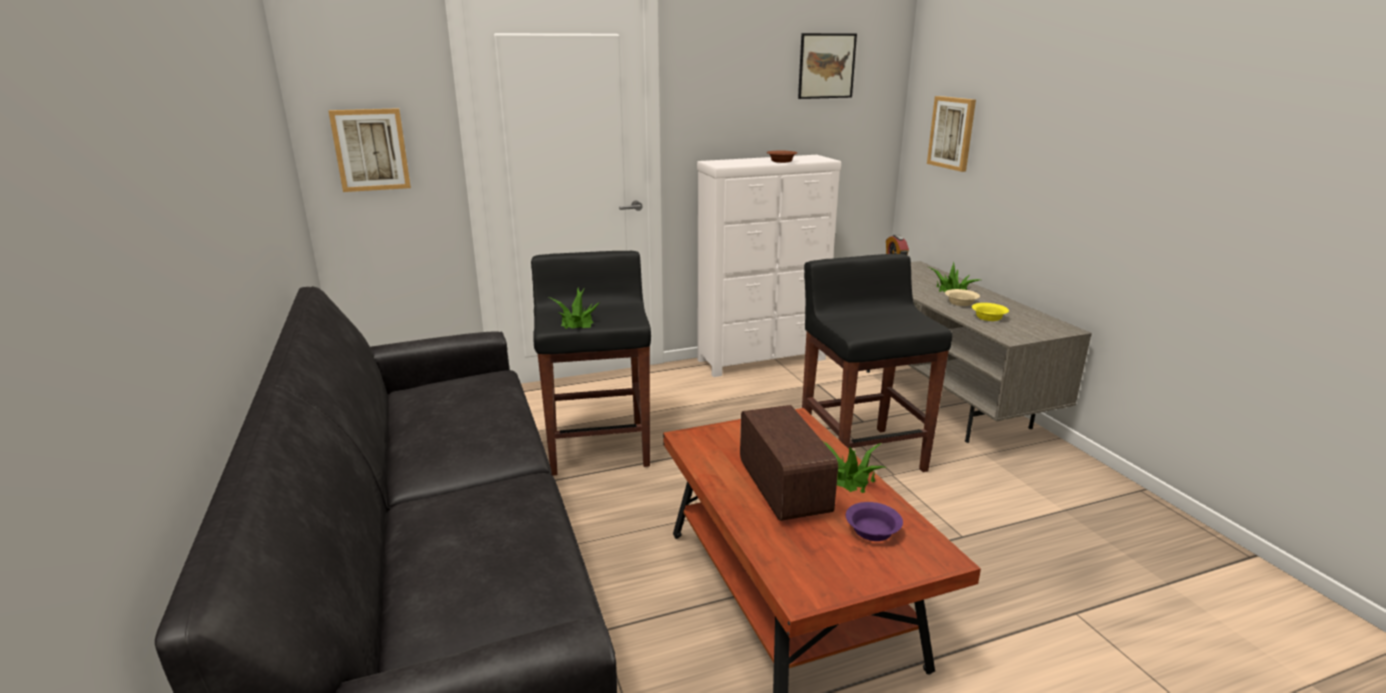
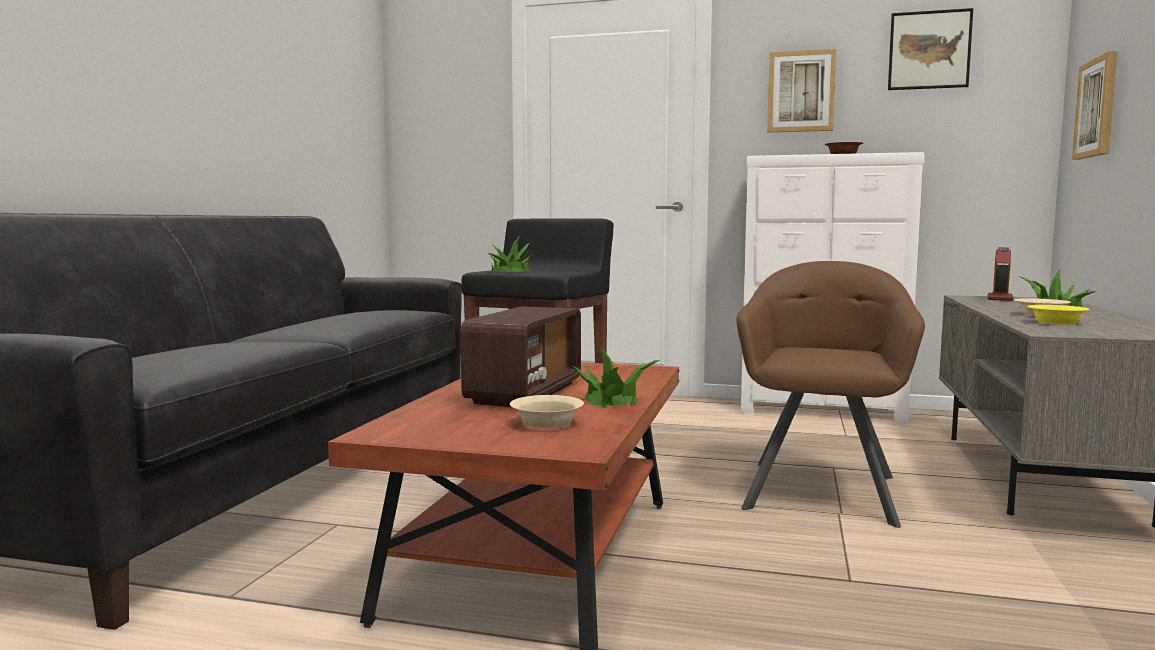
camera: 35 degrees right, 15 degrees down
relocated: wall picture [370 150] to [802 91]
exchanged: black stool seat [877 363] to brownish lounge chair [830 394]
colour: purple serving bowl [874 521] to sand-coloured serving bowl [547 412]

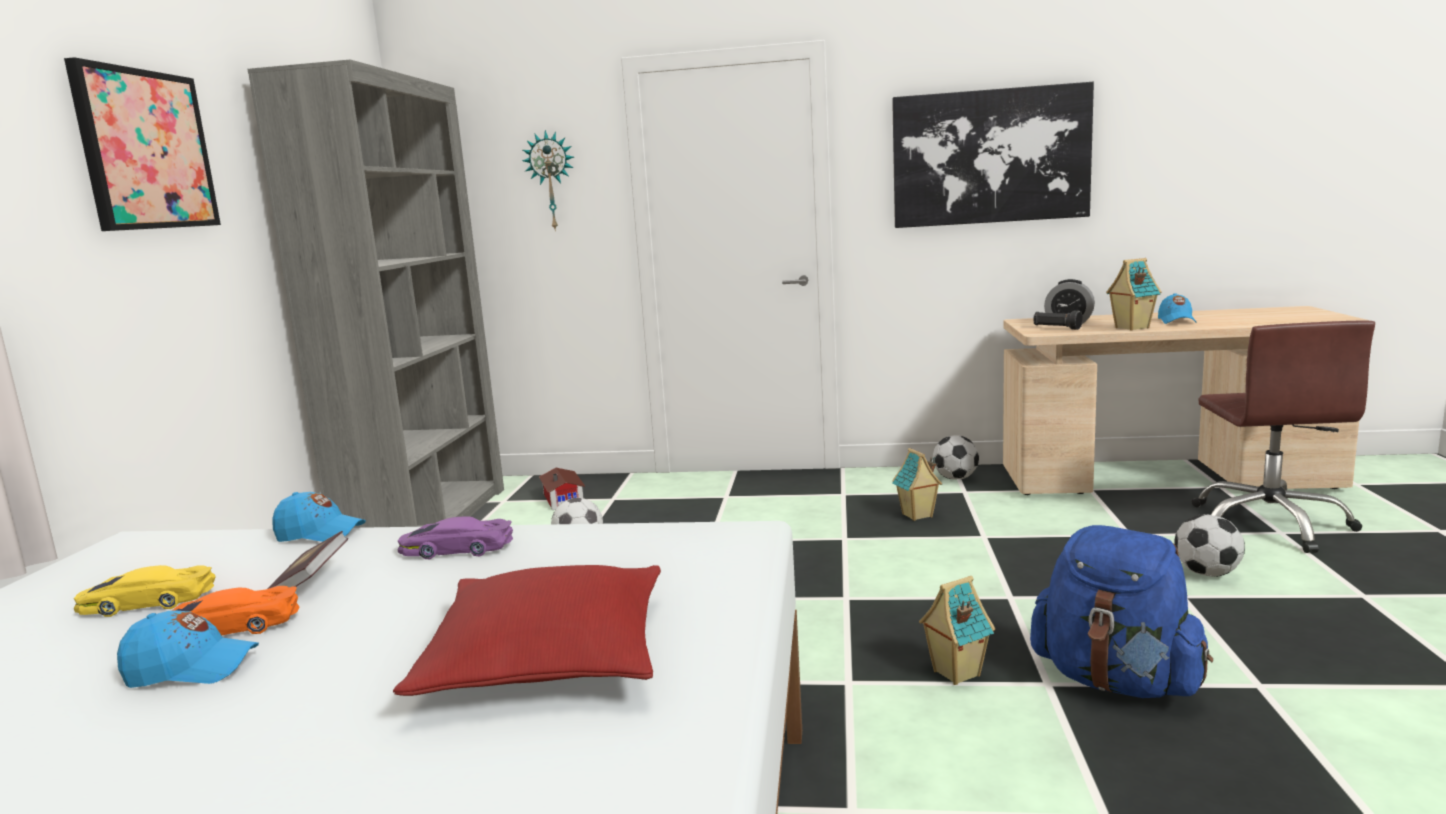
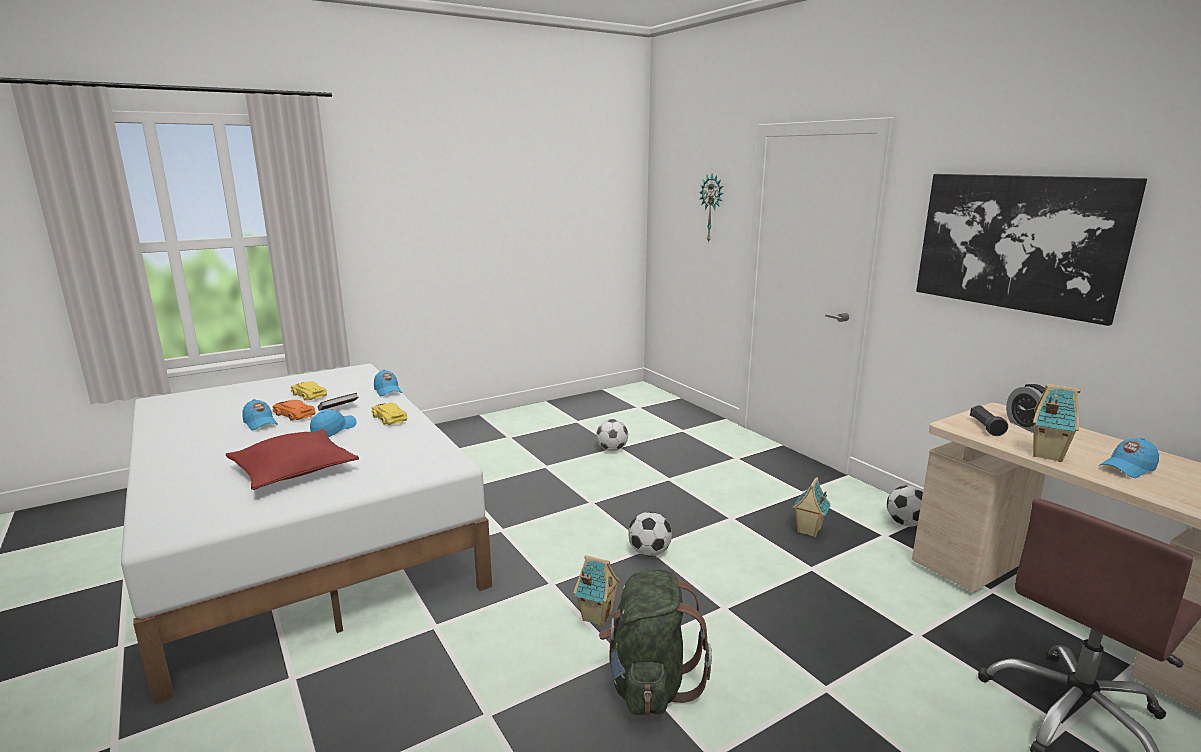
camera: 50 degrees right, 5 degrees up
missing: wall picture [142 144]; greyish bookcase [375 293]; miniature house [562 489]
appeared: blue-coloured cap [333 423]
relocated: football ball [1209 545] to [650 534]
colour: purple miniature car [455 537] to yellowish miniature car [389 413]; blue-coloured knapsack [1121 611] to greenish knapsack [655 642]

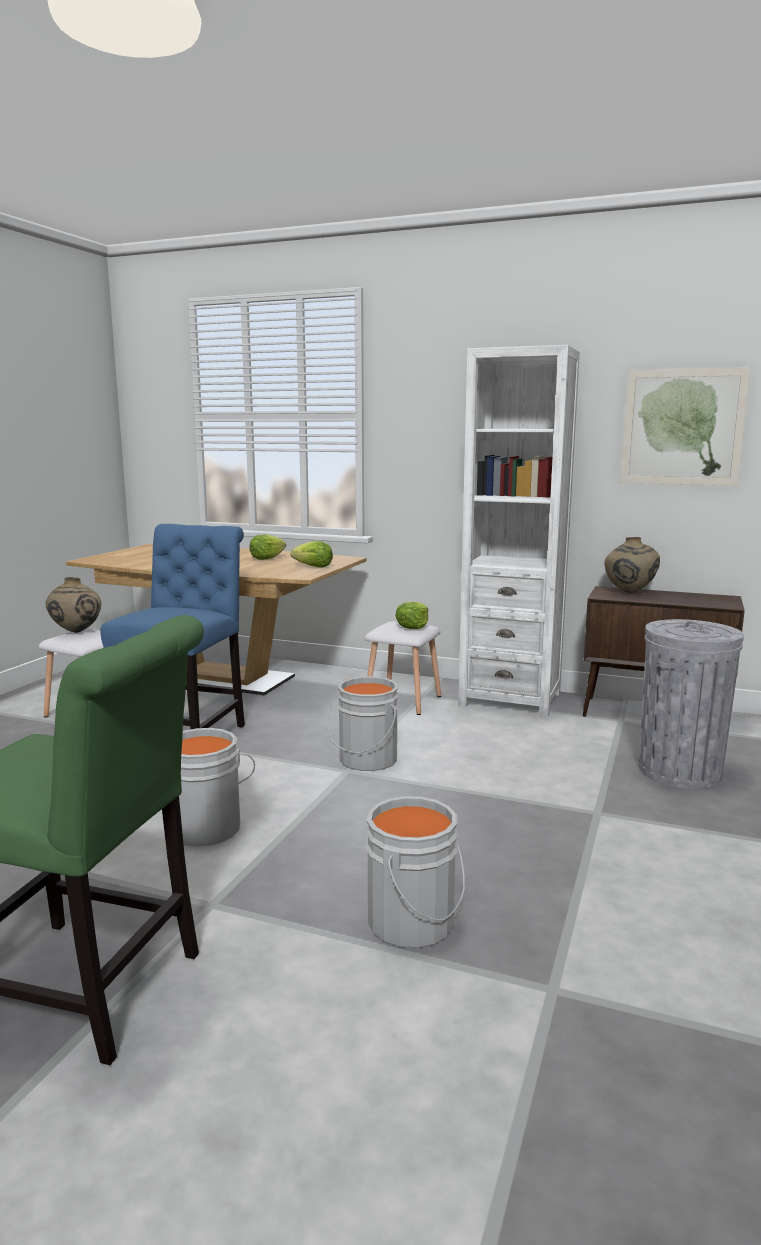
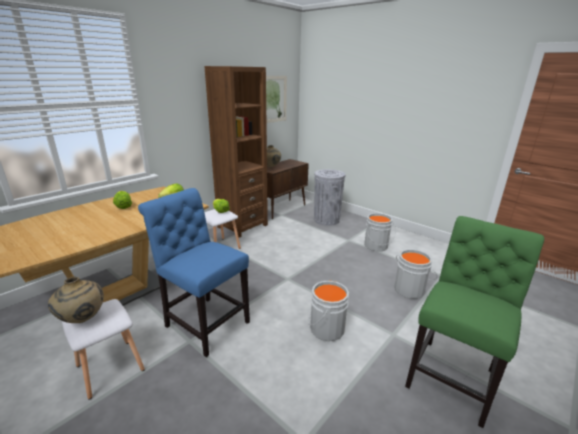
camera: 70 degrees left, 10 degrees up
relocated: greyish bucket [363 723] to [380 232]
colour: white bookcase [519 531] to brownish bookcase [236 152]

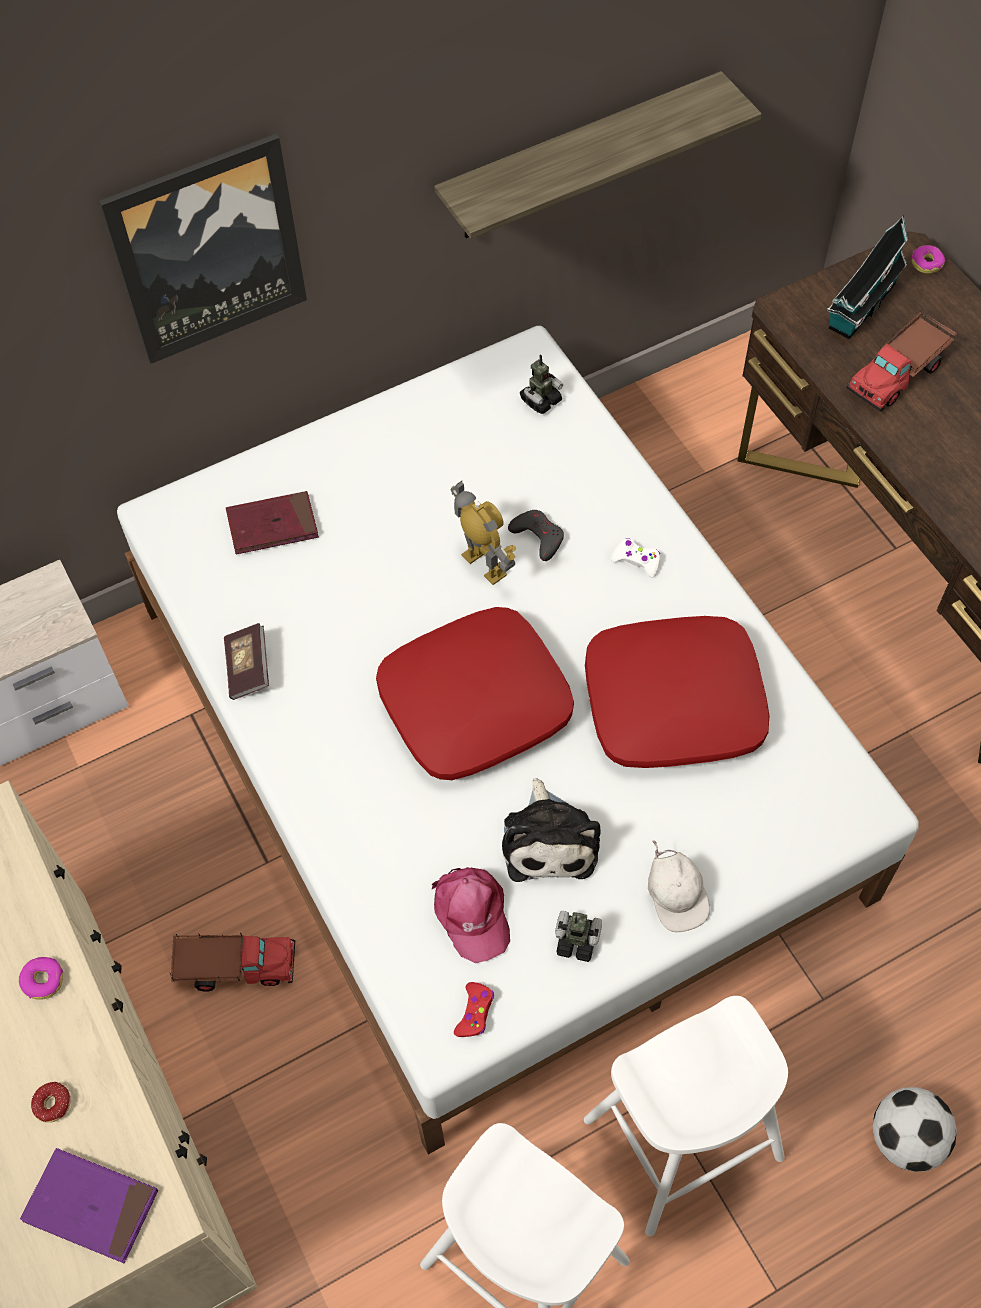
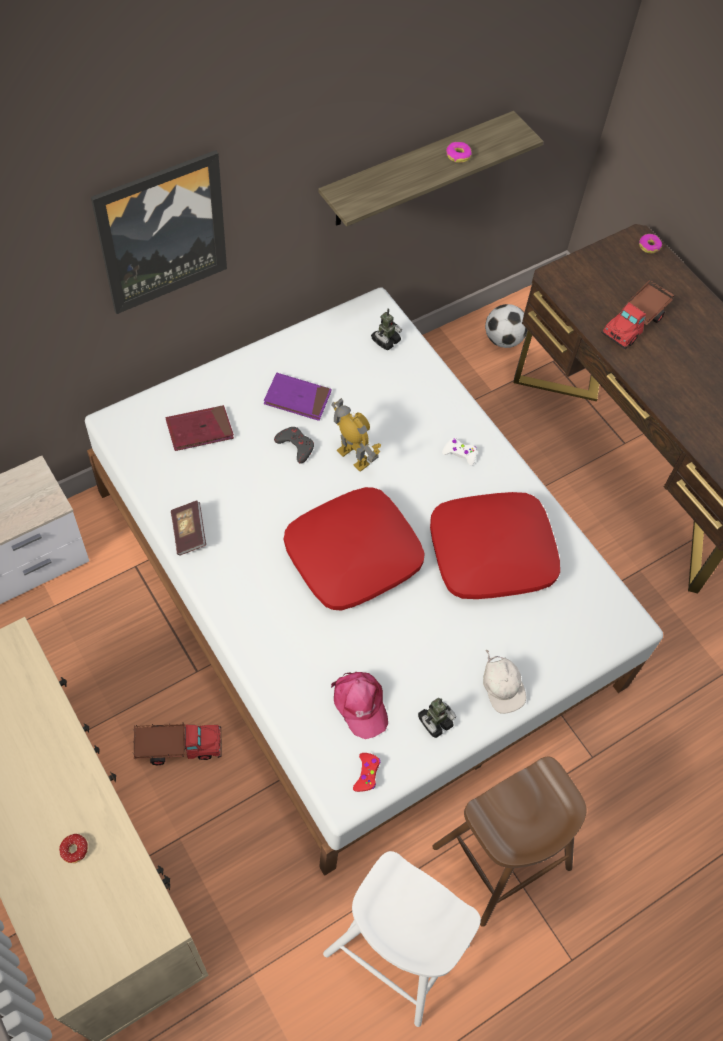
camera: 10 degrees left, 0 degrees up
missing: plush toy [551 830]; miniature house [867 277]
relocated: ring doughnut [41 978] to [459 152]; purple bound book [89 1205] to [297 397]; greyish gamepad [536 535] to [294 445]; football ball [915 1129] to [506 326]
colour: white stool seat [686 1116] to brownish stool seat [509 842]
spun: robot figure [578 936] = [437 718] 135 degrees clockwise

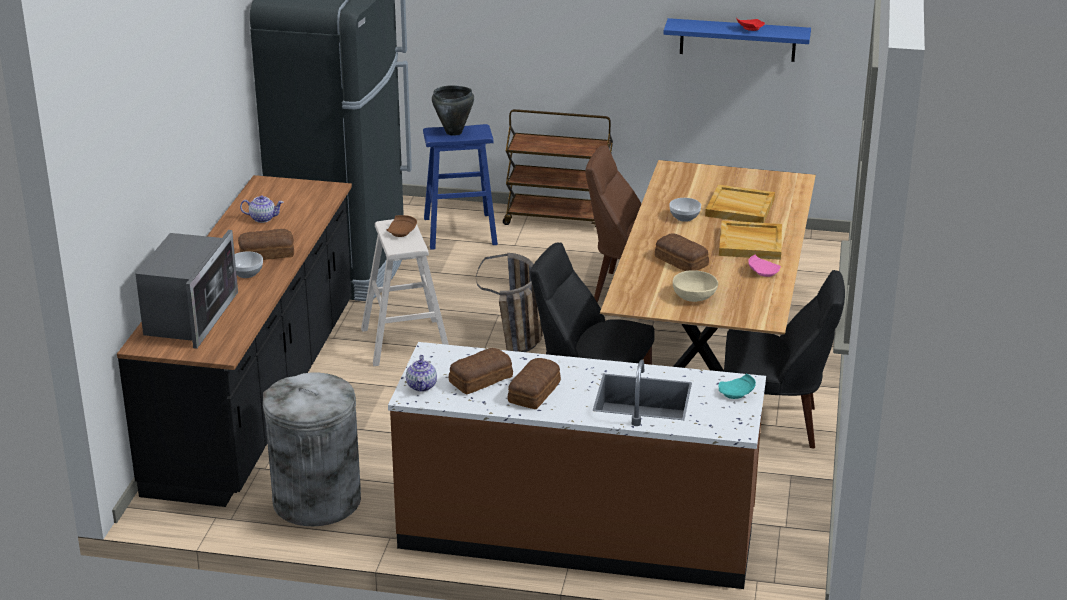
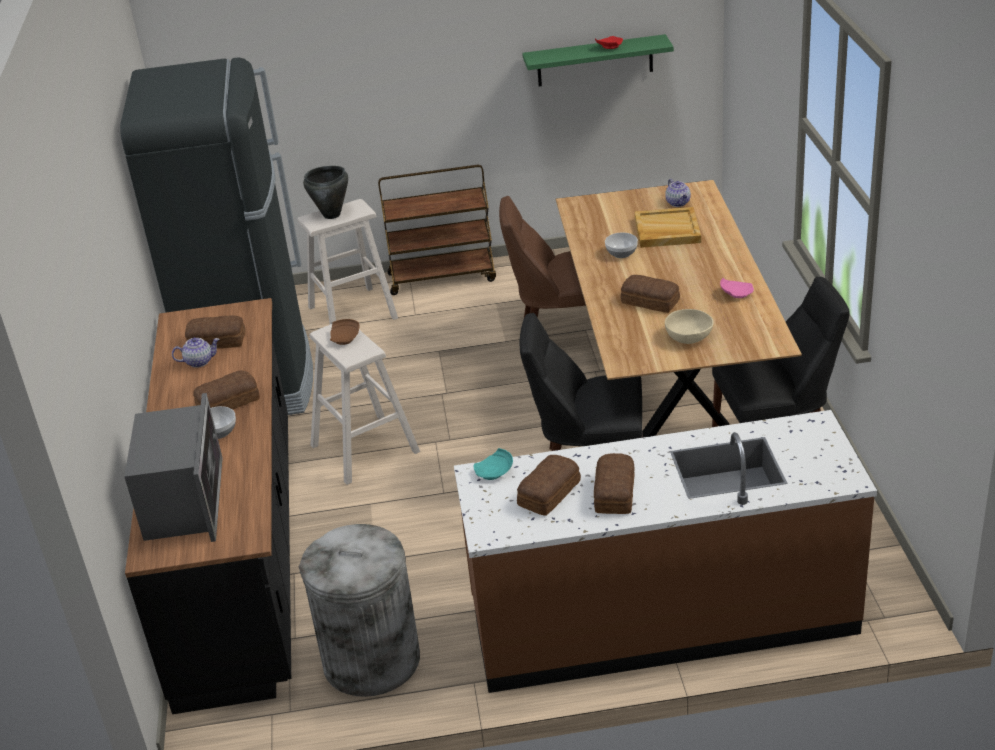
camera: 15 degrees left, 5 degrees up
missing: basket [509 302]; sand-coloured carrying tray [750 240]
appeared: baked bread [215 332]
relocated: teapot [421 373] to [678 193]; turquoise-coloured plate [737 386] to [493 464]
colour: blue-coloured stool seat [460 187] to sand-coloured stool seat [348 261]; blue-coloured bracket shelf [737 40] to greenish bracket shelf [598 60]

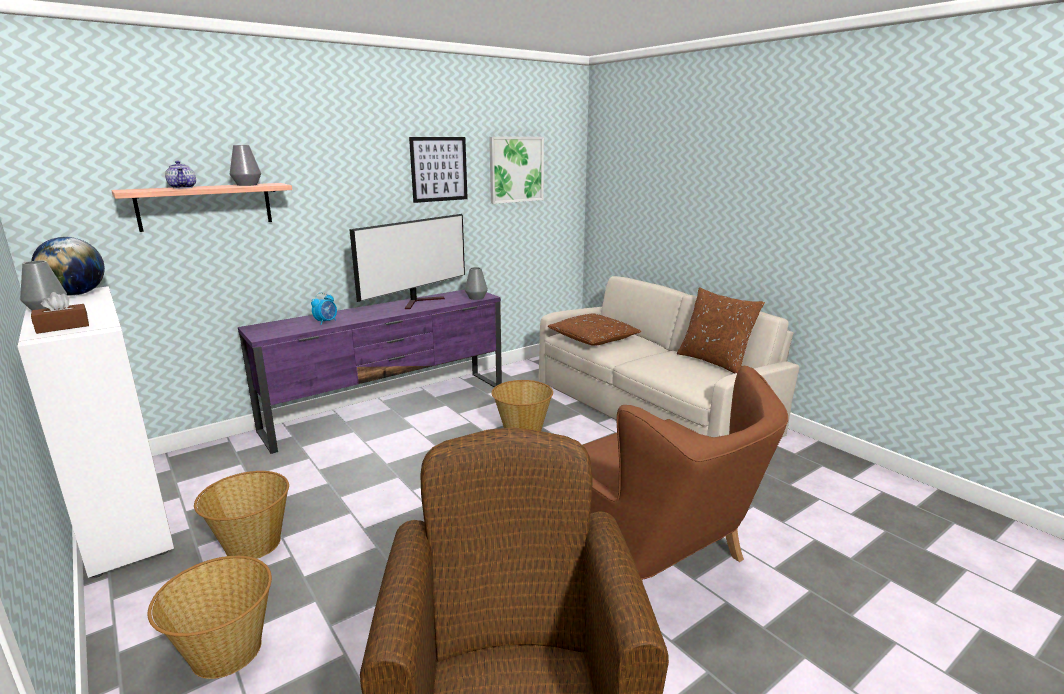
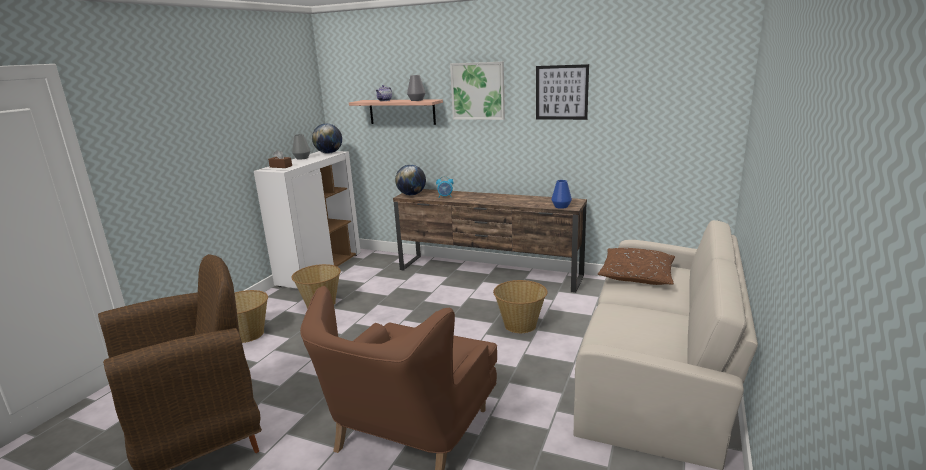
camera: 60 degrees right, 0 degrees up
missing: TV set [407 261]; brownish cushion [721 330]
appeared: globe [410 180]
relocated: wall picture [516 170] to [477 91]
colour: purple media console [370 371] to brownish media console [490 241]; greyish flower vase [476 283] to blue-coloured flower vase [561 194]

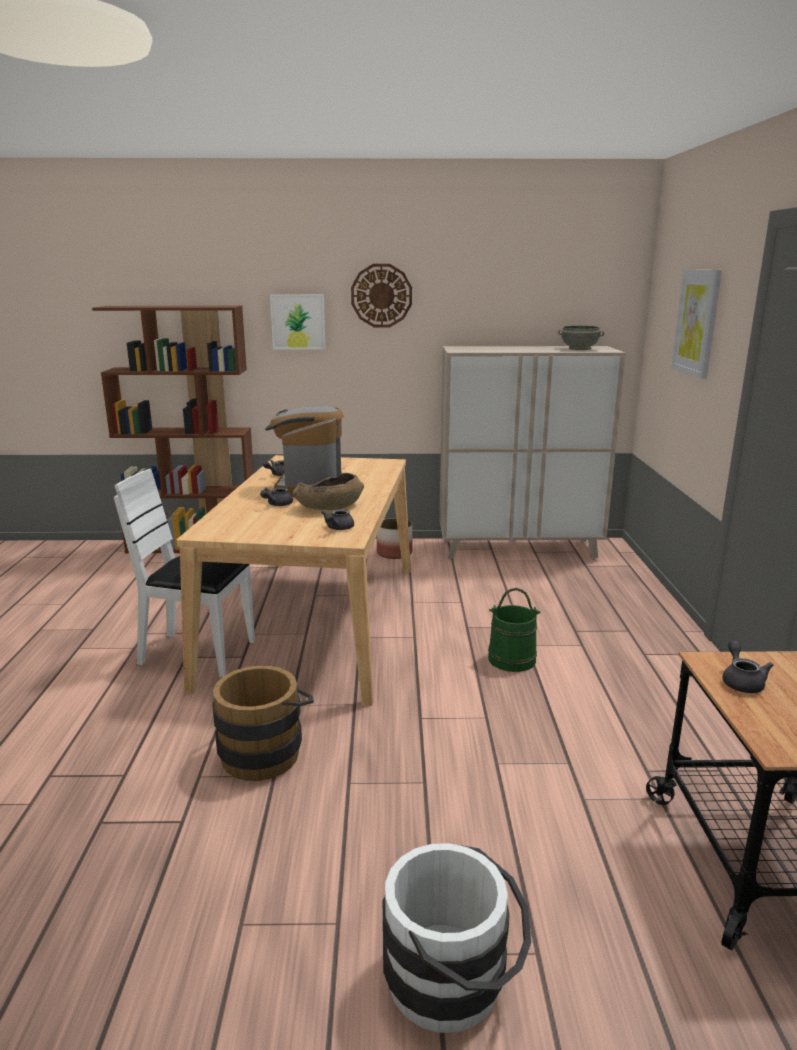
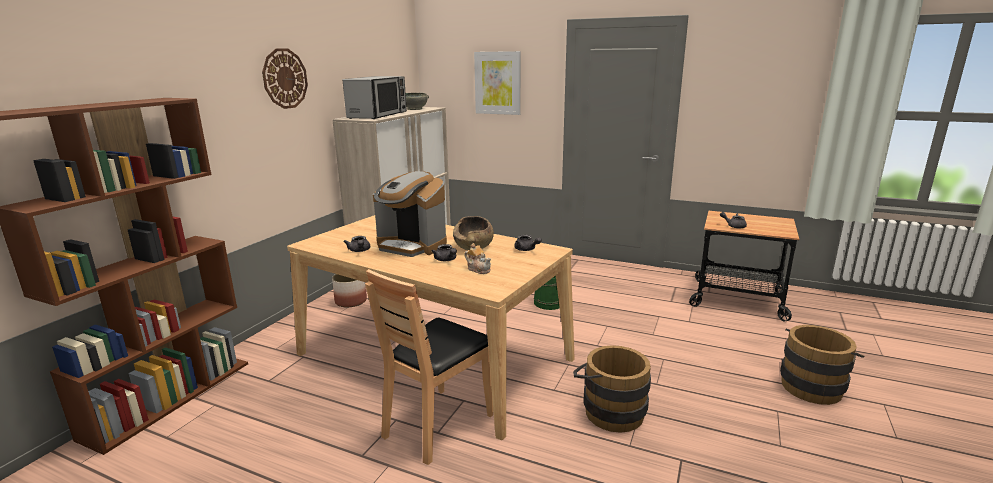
camera: 65 degrees left, 0 degrees up
missing: wall picture [298 322]
appeared: microwave [375 97]; teapot [478 258]
colour: white plain chair [184 573] to brownish plain chair [429 367]; white bucket [457 938] to brownish bucket [822 365]

